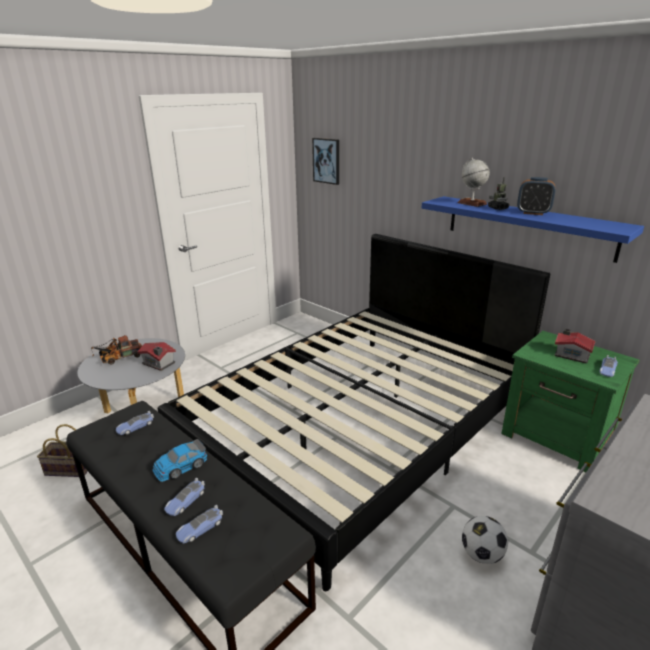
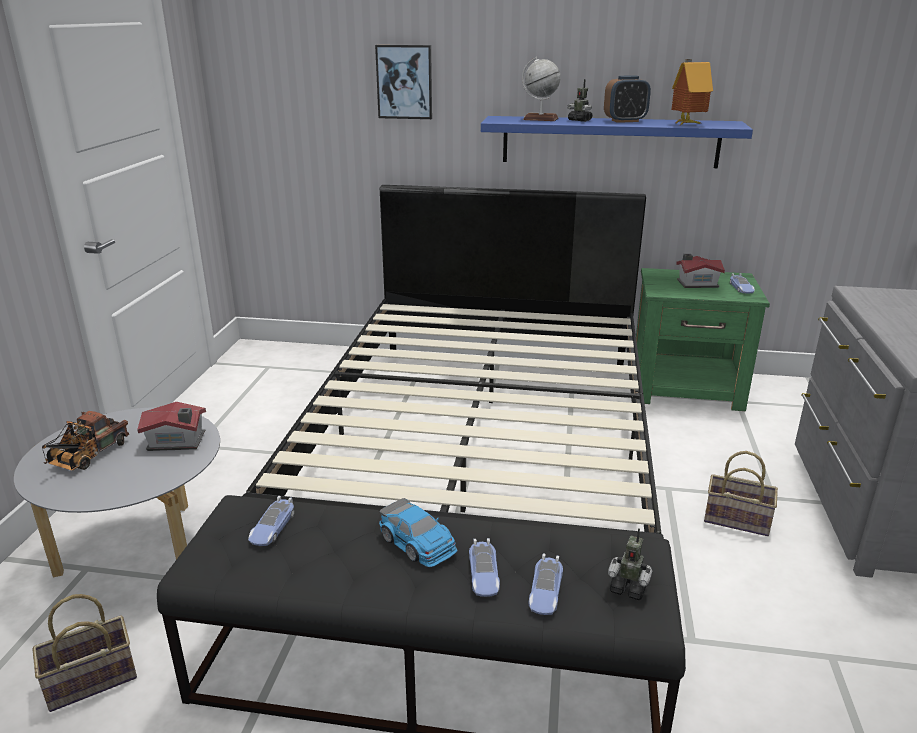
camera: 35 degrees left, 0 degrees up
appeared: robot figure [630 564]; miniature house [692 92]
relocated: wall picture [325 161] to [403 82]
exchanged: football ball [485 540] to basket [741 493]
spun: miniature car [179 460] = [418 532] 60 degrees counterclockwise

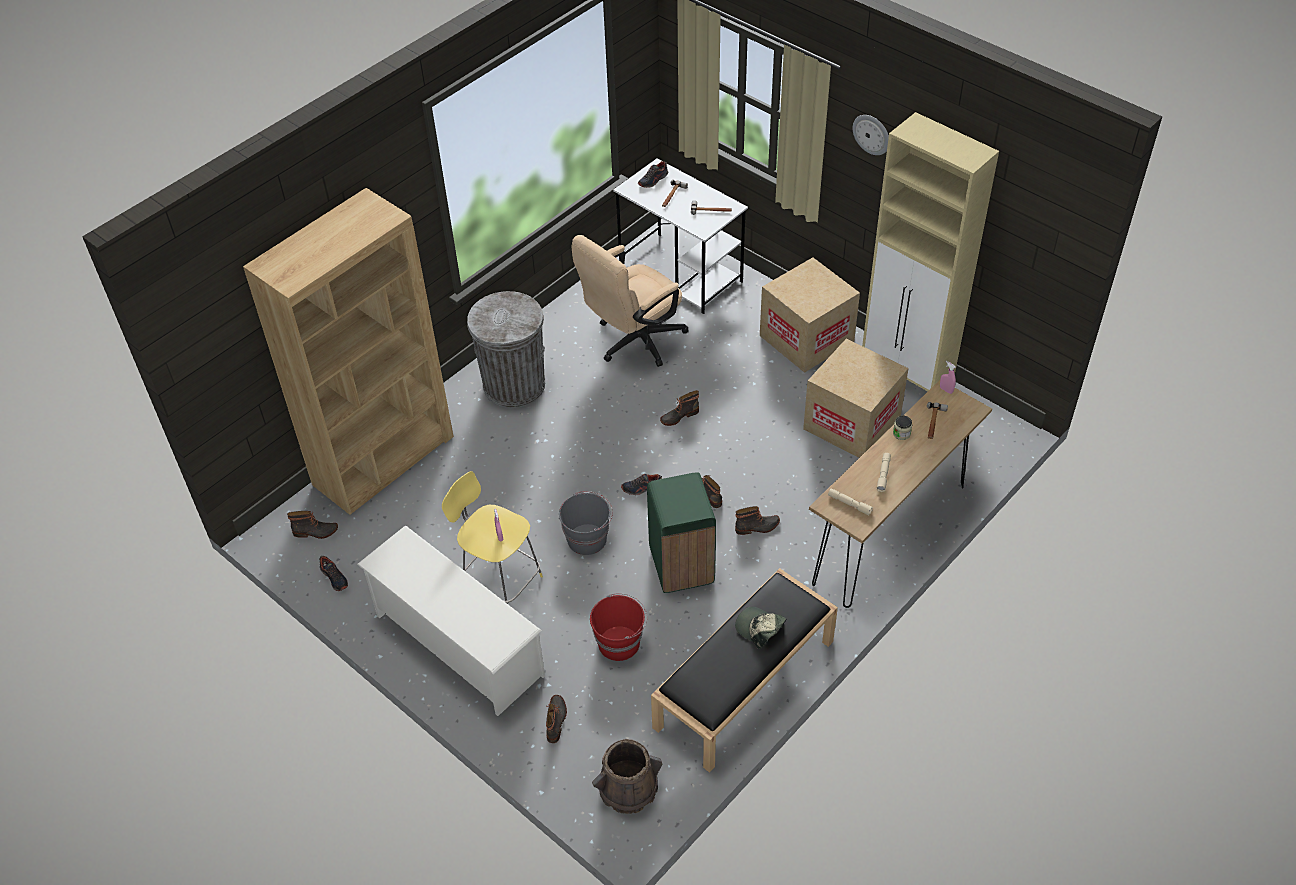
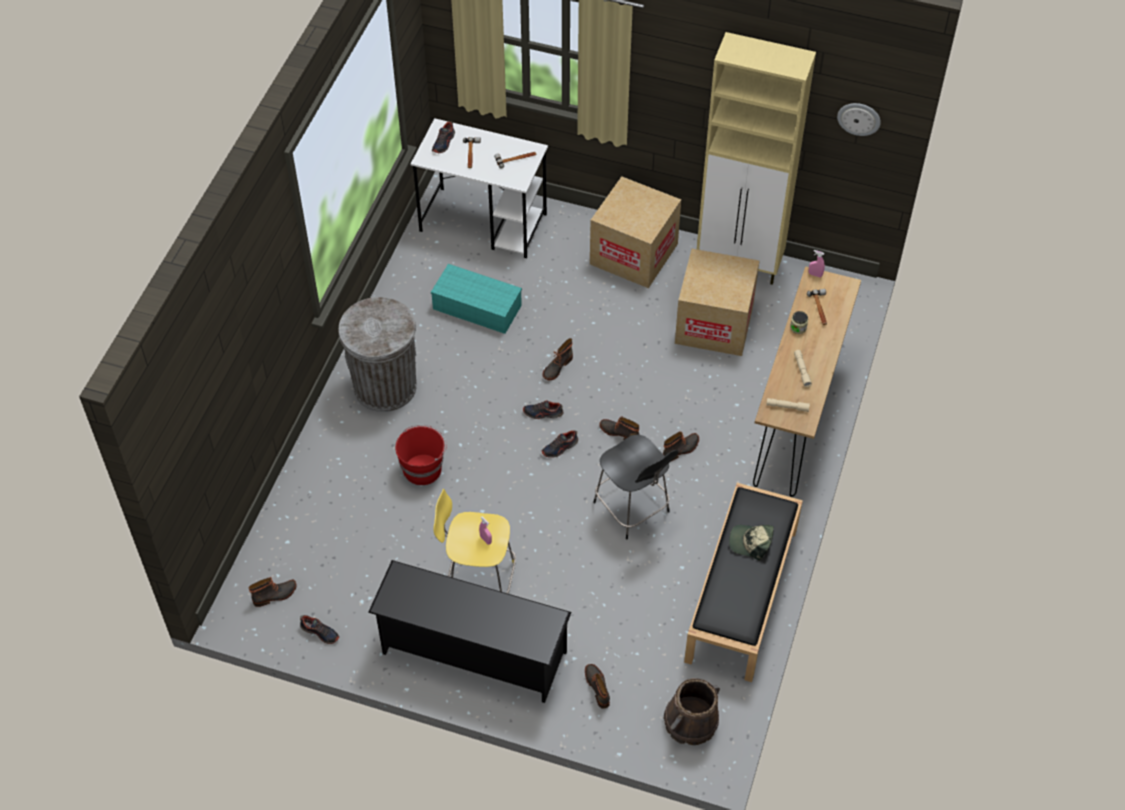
camera: 25 degrees left, 5 degrees up
missing: brownish bookcase [348 351]; greyish bucket [586 523]
appeared: shoe [543 409]
relocated: red bucket [618 627] to [421 455]; wall clock [870 135] to [859 119]
exchanged: sand-coloured desk chair [630 301] to turquoise-coloured storage container [476 299]; greenish rubbish bin [681 532] to black stool seat [635 487]
colour: white shoe stand [451 620] to black shoe stand [469 631]

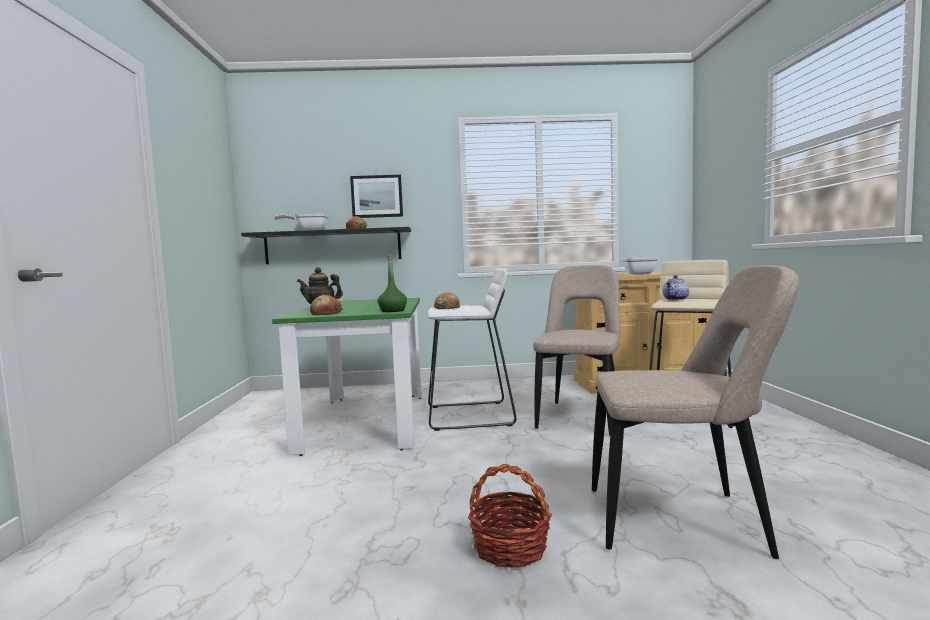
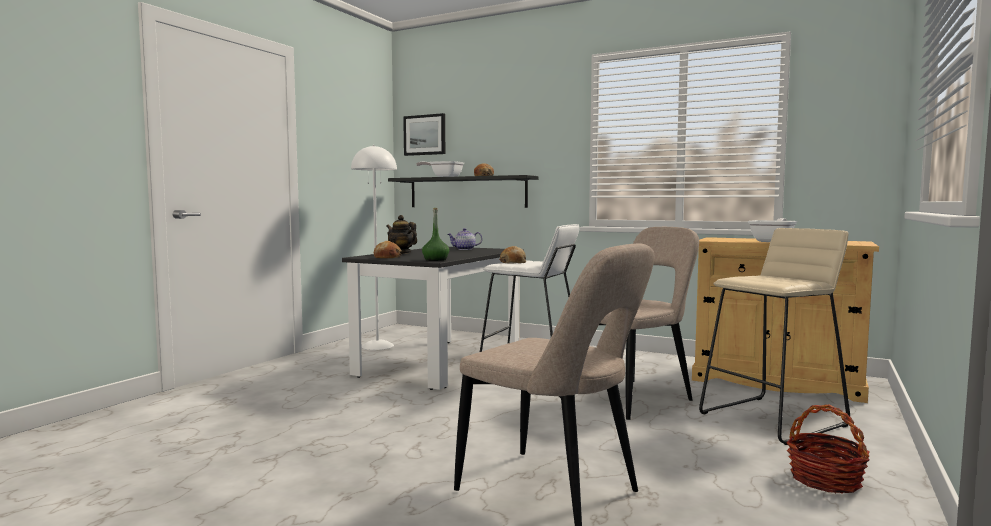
camera: 30 degrees right, 0 degrees up
appeared: white floor lamp [374 247]
relocated: wall picture [376 196] to [424 134]; basket [510 516] to [828 449]; teapot [676 287] to [465 239]
colour: greenish dining table [347 377] to black dining table [433 318]

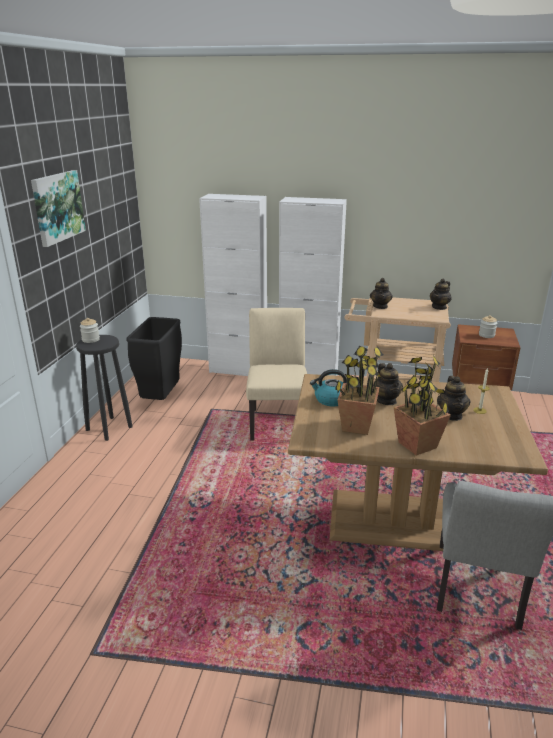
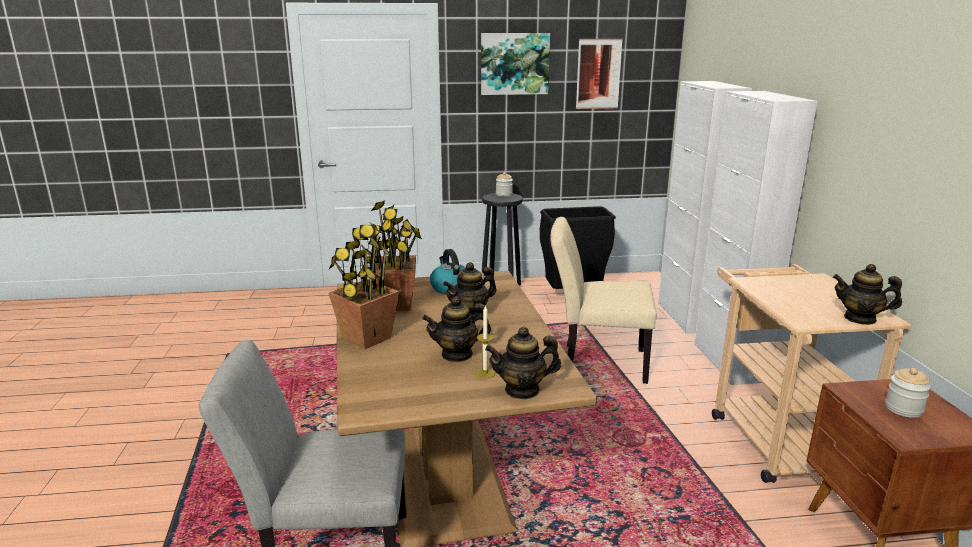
camera: 70 degrees right, 5 degrees down
appeared: wall picture [599 74]
relocated: teapot [381 293] to [523 363]
spun: sand-coloured plain chair [276 374] = [603 300] 150 degrees counterclockwise

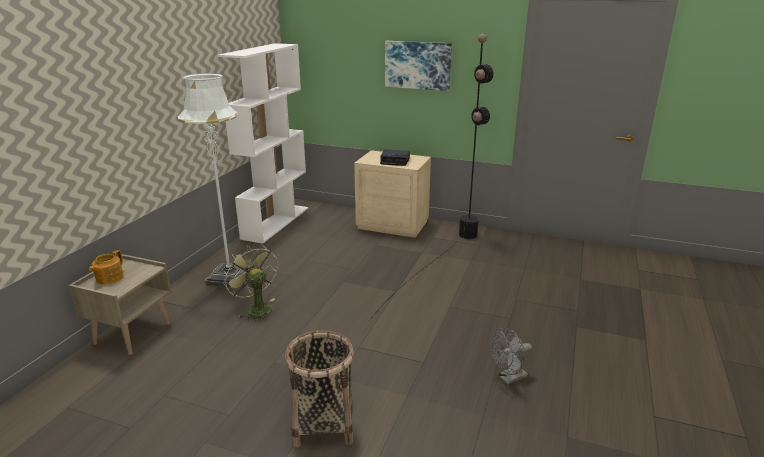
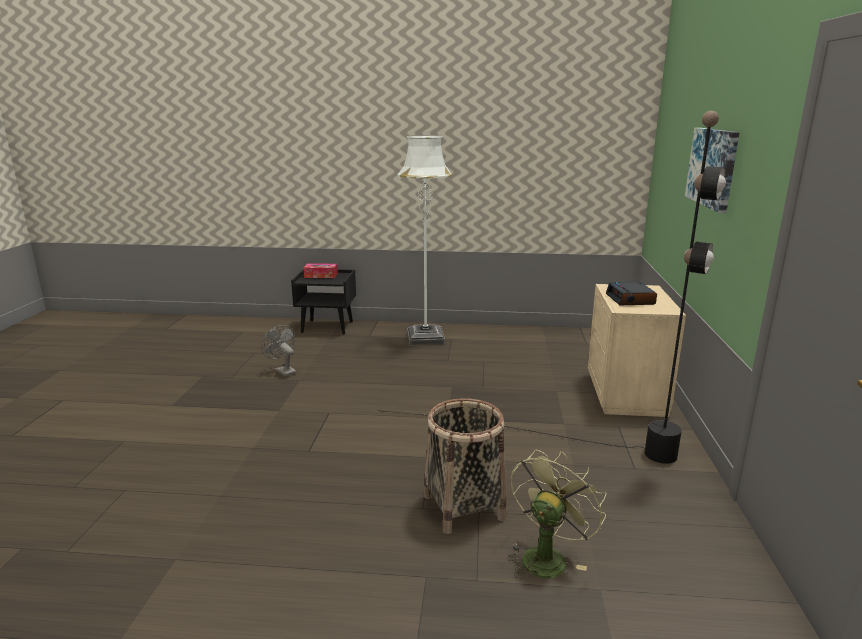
camera: 75 degrees right, 5 degrees down
missing: white bookcase [263 143]
relocated: greenish fan [250 283] to [556 514]; basket [319 389] to [465 466]; greyish fan [511 356] to [279 351]
exchanged: teapot [106 267] to box of tissues [321 270]
colour: sand-coloured nightstand [119 304] to black nightstand [323 301]

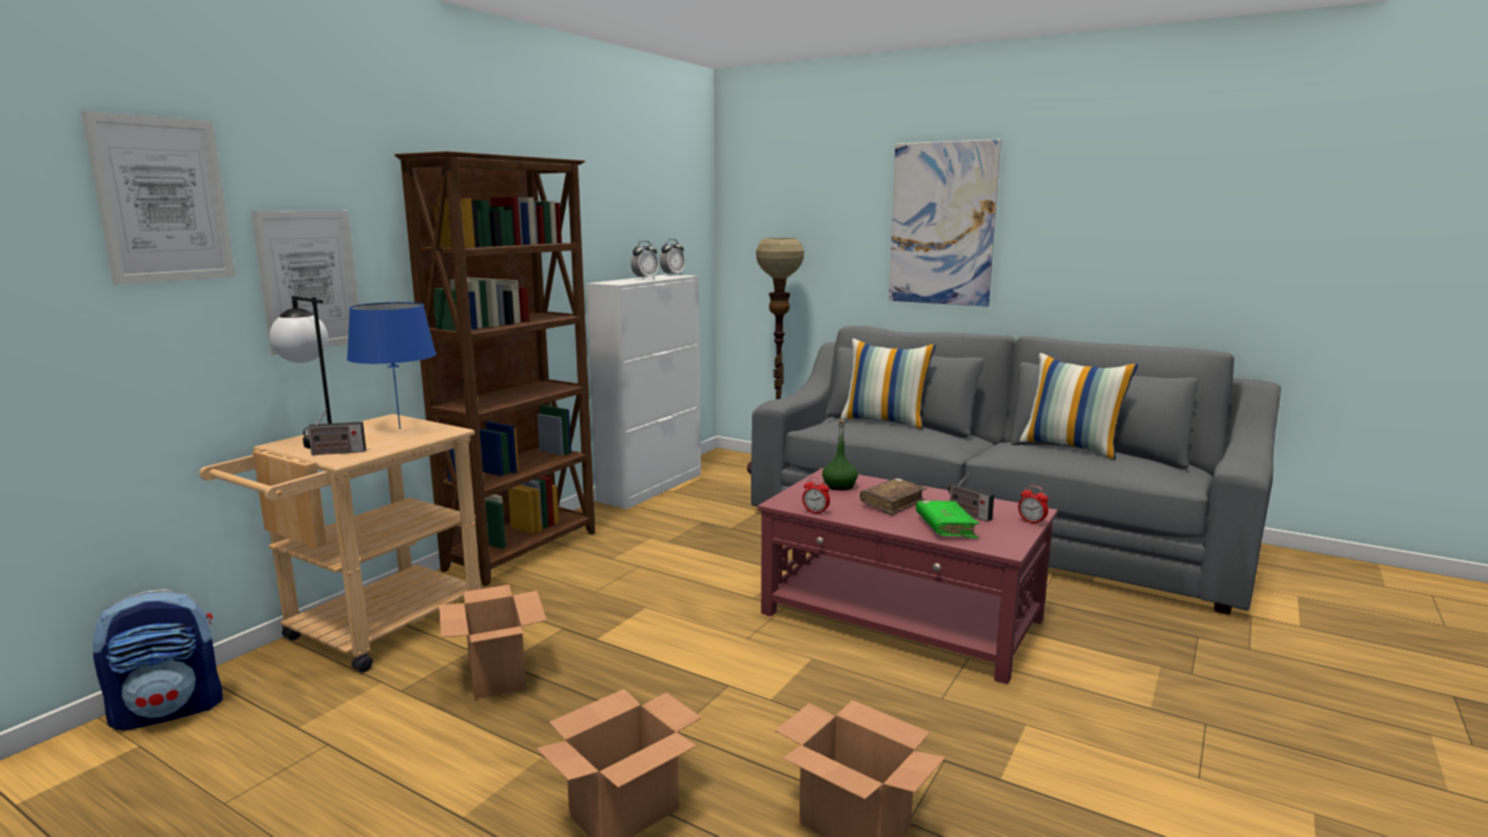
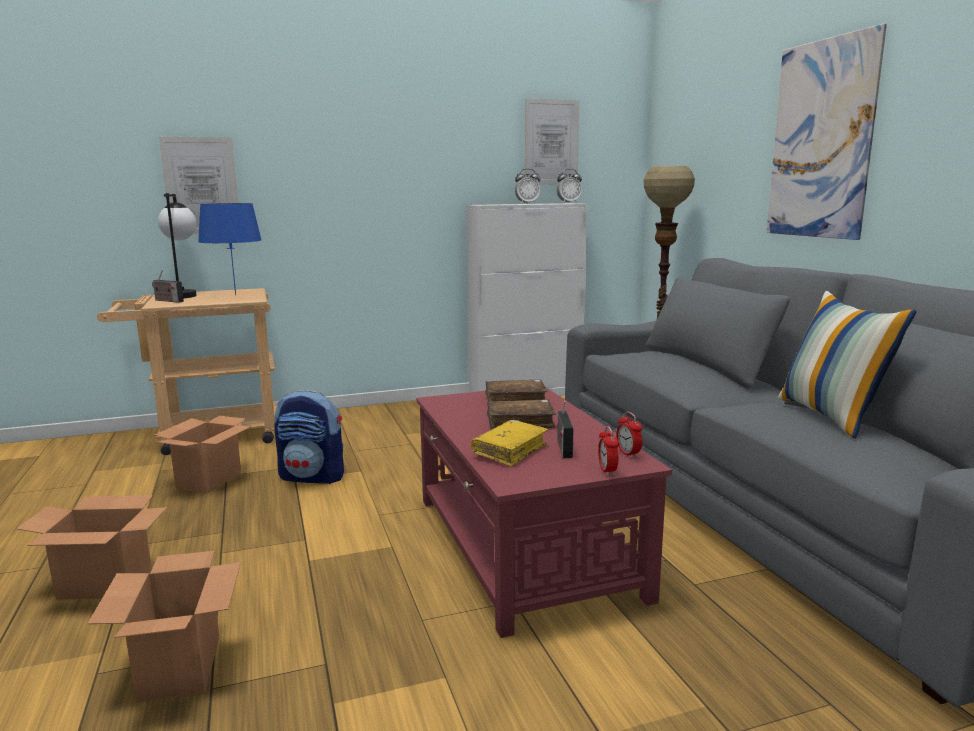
camera: 40 degrees right, 0 degrees up
missing: brownish bookcase [494 368]; cushion [888 384]
relocated: wall picture [158 198] to [552 141]; knapsack [158 659] to [309 437]; bedside clock [816 496] to [629 435]
exchanged: greenish drink bottle [840 455] to brownish bound book [516 390]
colour: greenish bound book [948 519] to yellowish bound book [509 443]

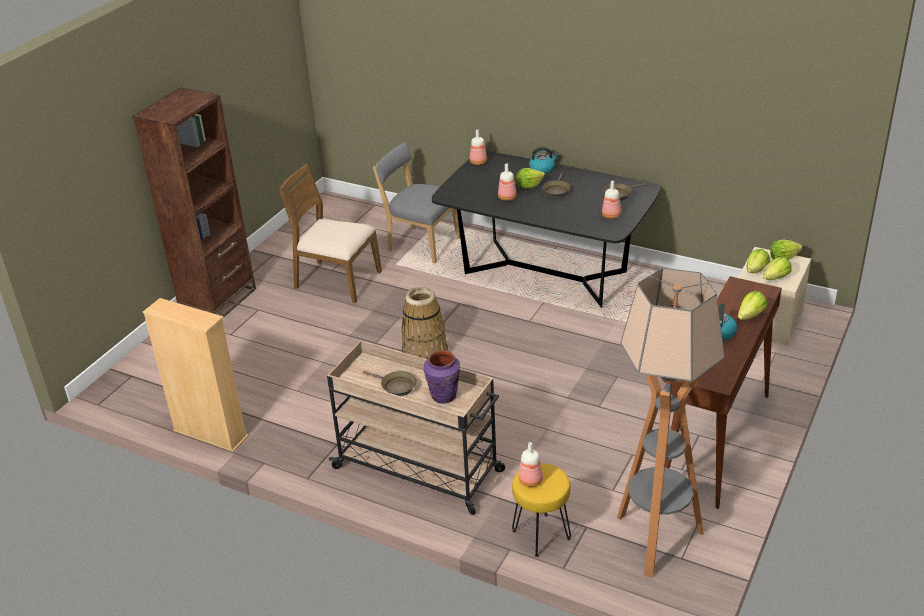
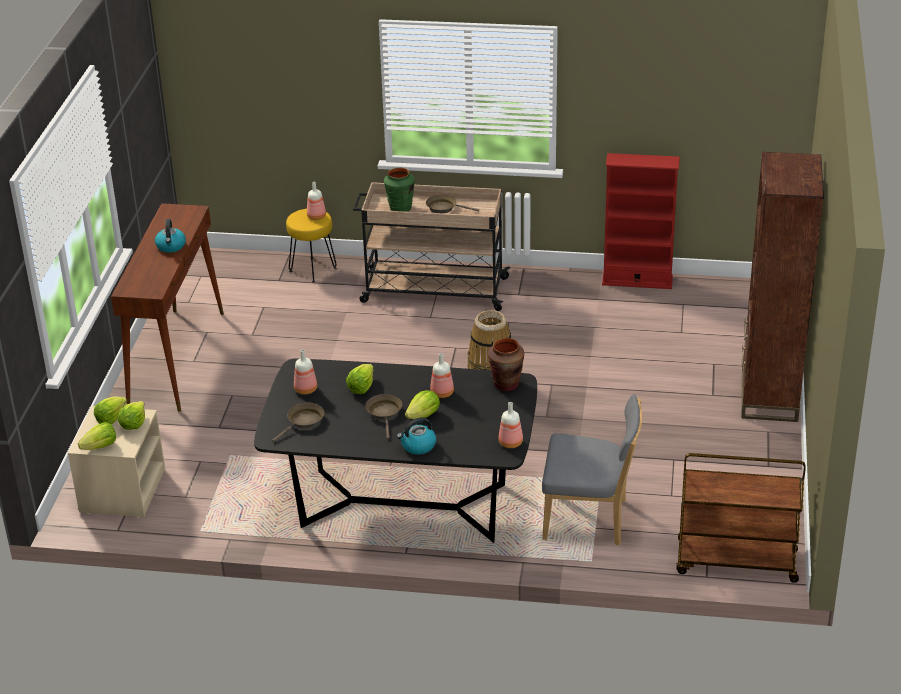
camera: 160 degrees right, 0 degrees up
missing: brownish plain chair [330 233]; floor lamp [671 423]
appeared: brownish flower vase [506 364]; brownish cart [741 518]
relocated: lettuce [753 305] to [360 379]
colour: sand-coloured bookcase [196 375] to red bookcase [641 221]; purple flower vase [441 377] to greenish flower vase [399 189]

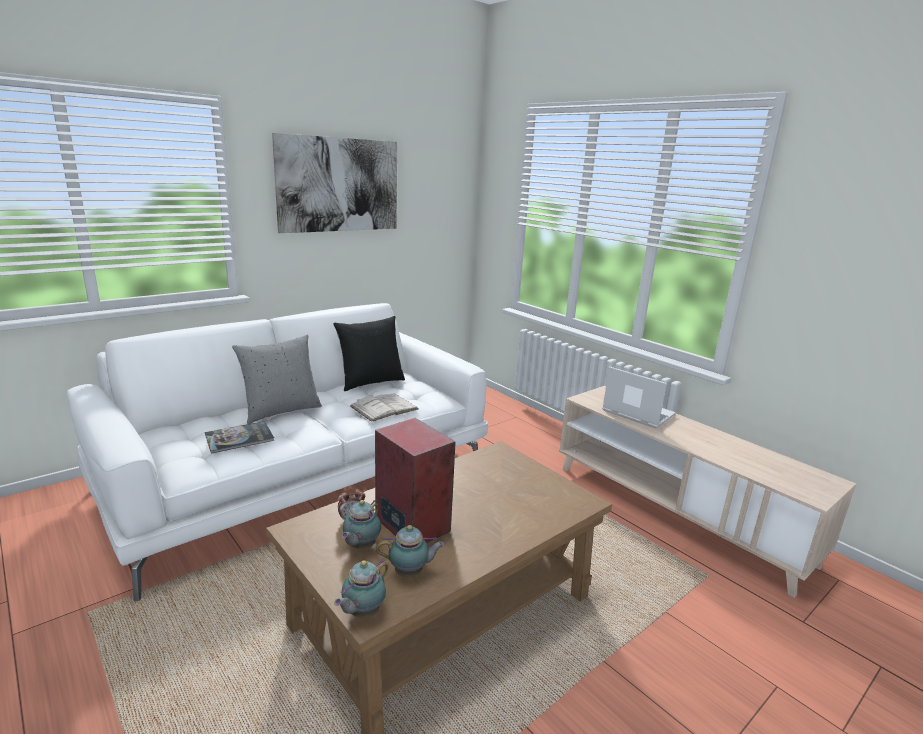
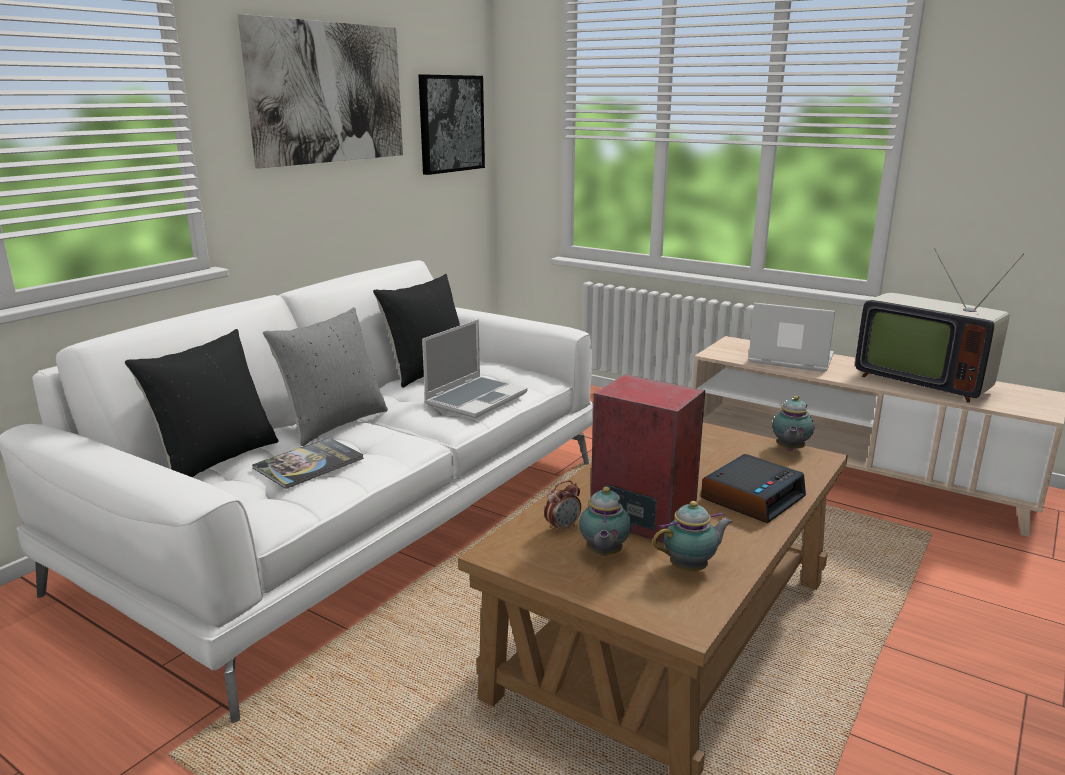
camera: 15 degrees left, 0 degrees up
appeared: black cushion [202 403]; wall picture [451 125]; bedside clock [753 489]; TV set [939 325]
relocated: teapot [361 588] to [793 423]
exchanged: white bound book [384 408] to portable computer [474 368]

